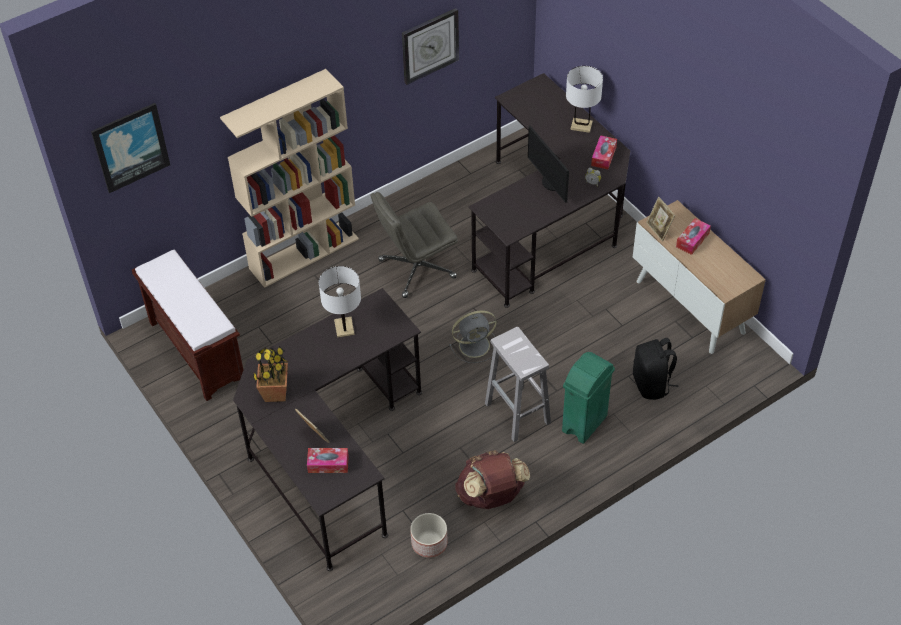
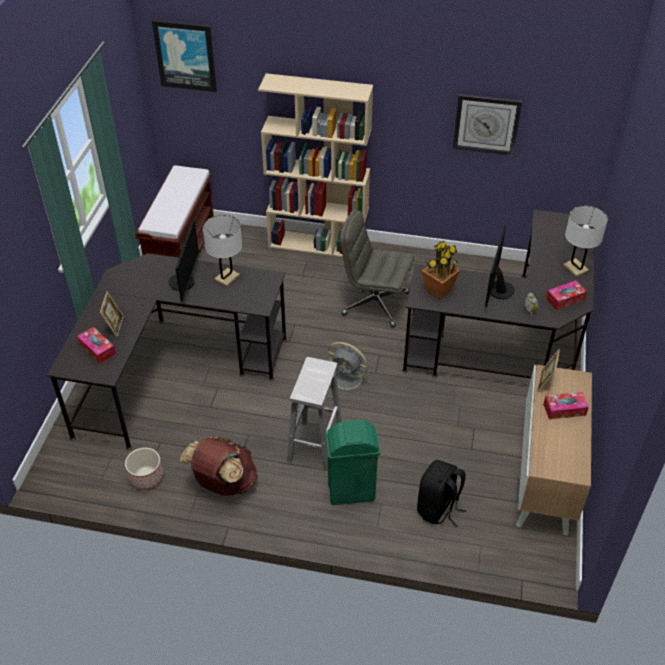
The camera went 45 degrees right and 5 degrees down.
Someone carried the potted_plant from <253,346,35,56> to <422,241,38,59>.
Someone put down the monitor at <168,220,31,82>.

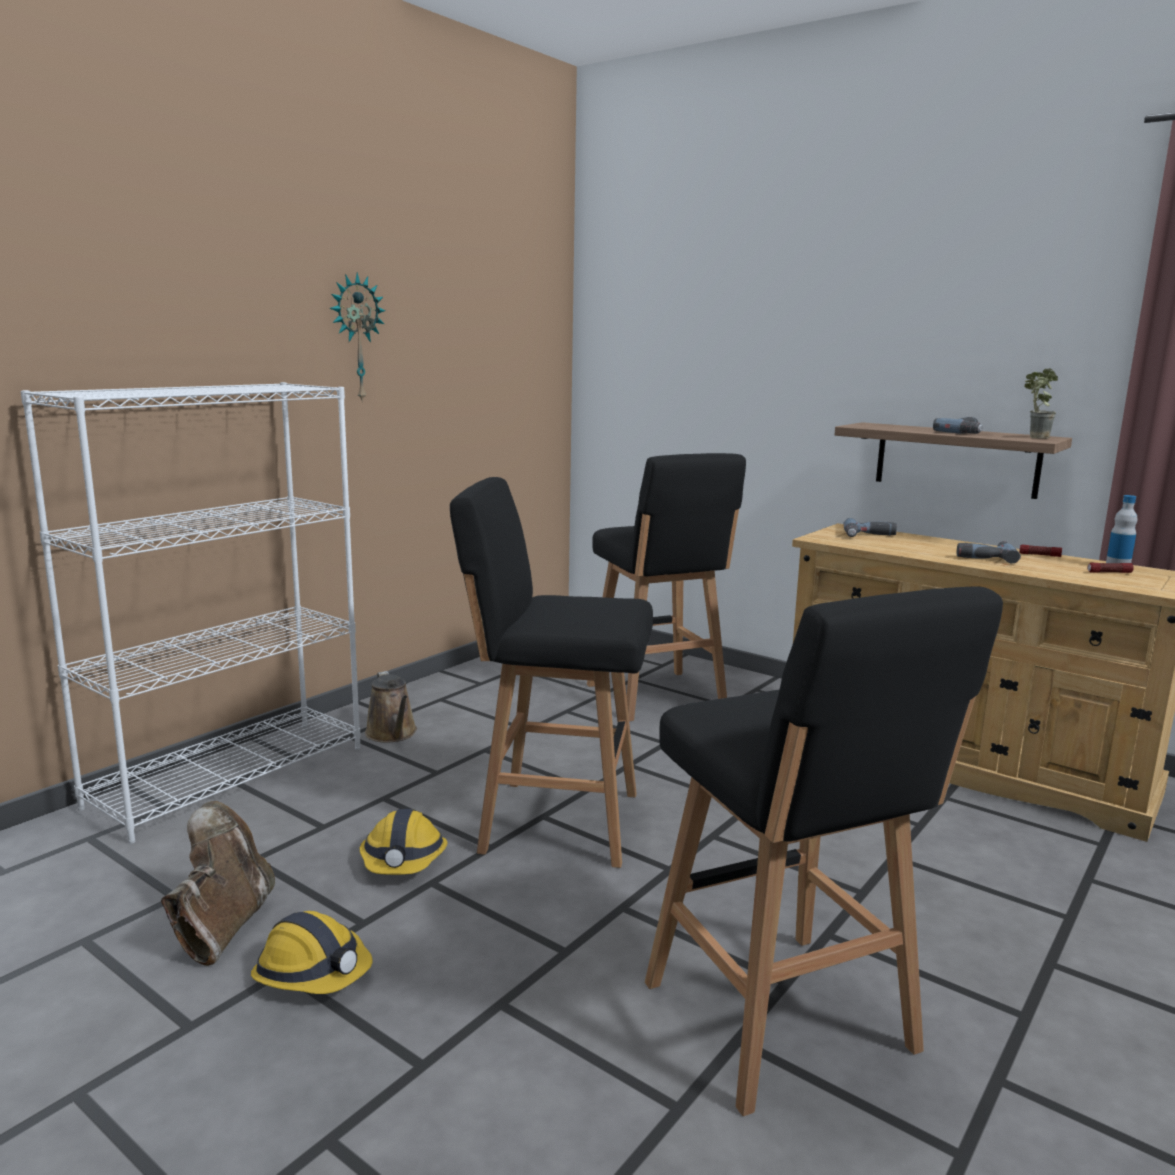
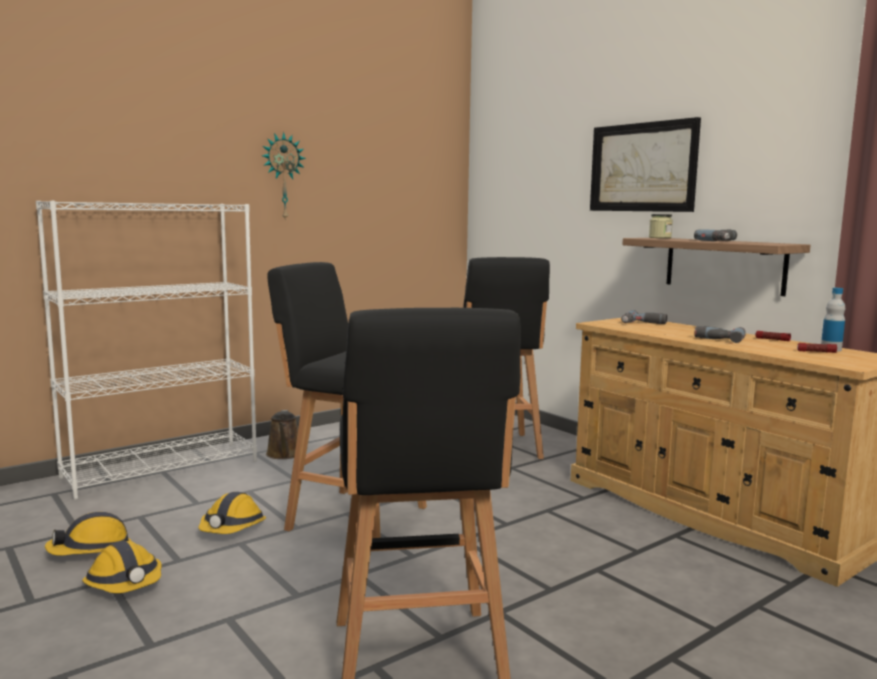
The camera went 15 degrees right and 5 degrees down.
Someone took away the potted_plant at <1024,368,34,71>.
Someone swapped the brown_boot at <161,801,114,165> for the hard_hat at <45,512,86,43>.
Someone put up the picture at <590,117,111,95>.
Someone put down the jar at <649,214,24,24>.

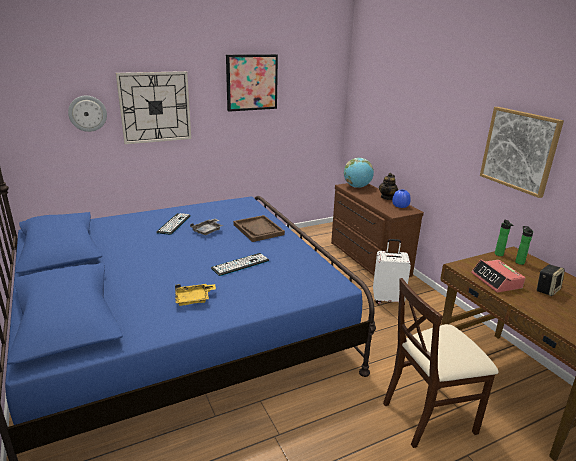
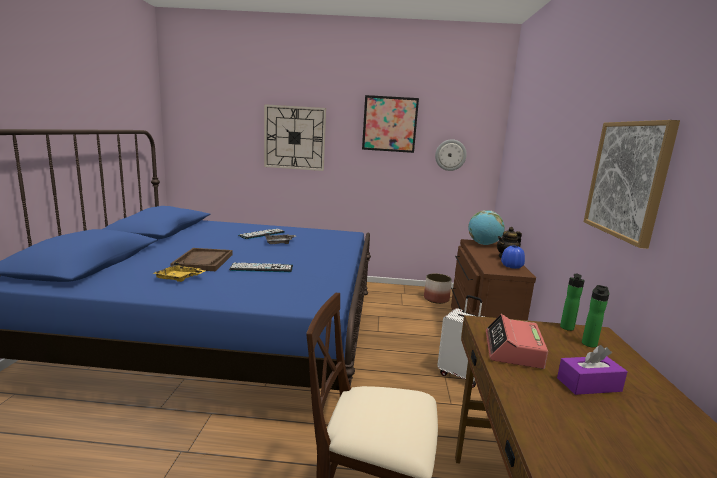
The camera went 30 degrees right and 10 degrees down.
Someone carried the clock_on_the_wall from <68,96,39,36> to <435,139,32,32>.
Someone carried the brown_carrying_tray from <233,215,52,27> to <170,248,63,23>.
Someone swapped the speaker at <536,264,29,32> for the purple_box_of_tissues at <557,345,71,50>.
Someone put down the planter at <424,273,28,31>.

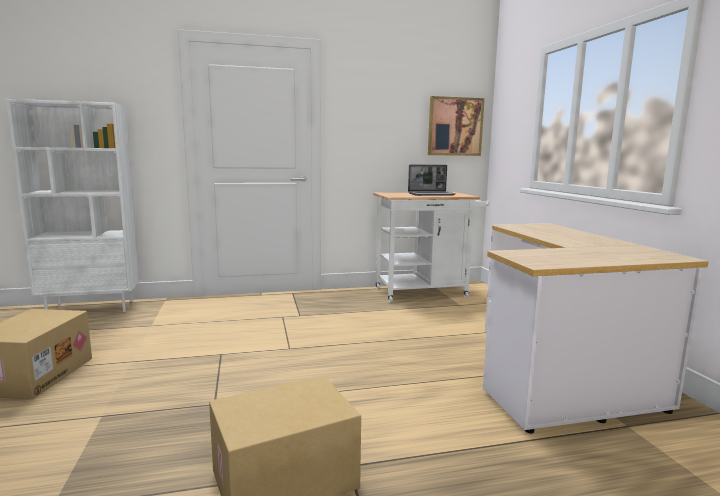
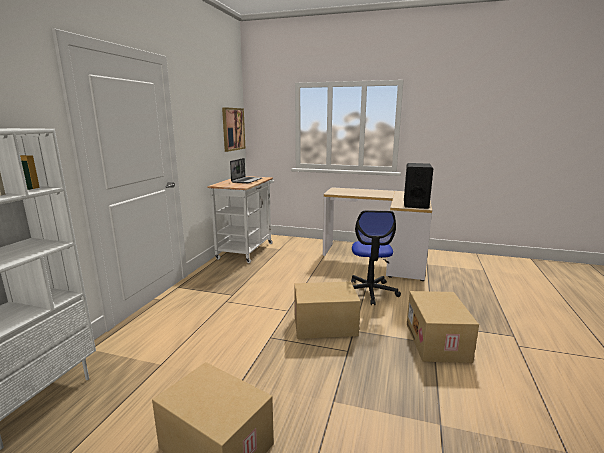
The camera went 60 degrees left and 5 degrees up.
Someone put down the blackish_speaker at <404,163,29,46>.
Someone put down the computer_chair at <351,210,50,95>.
Someone put down the packing_box at <294,281,66,58>.

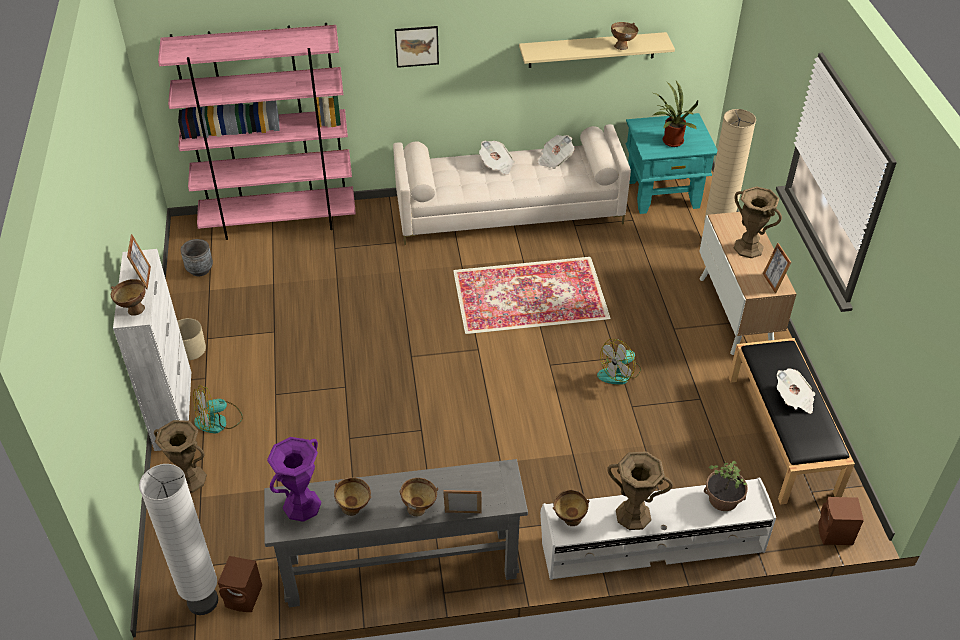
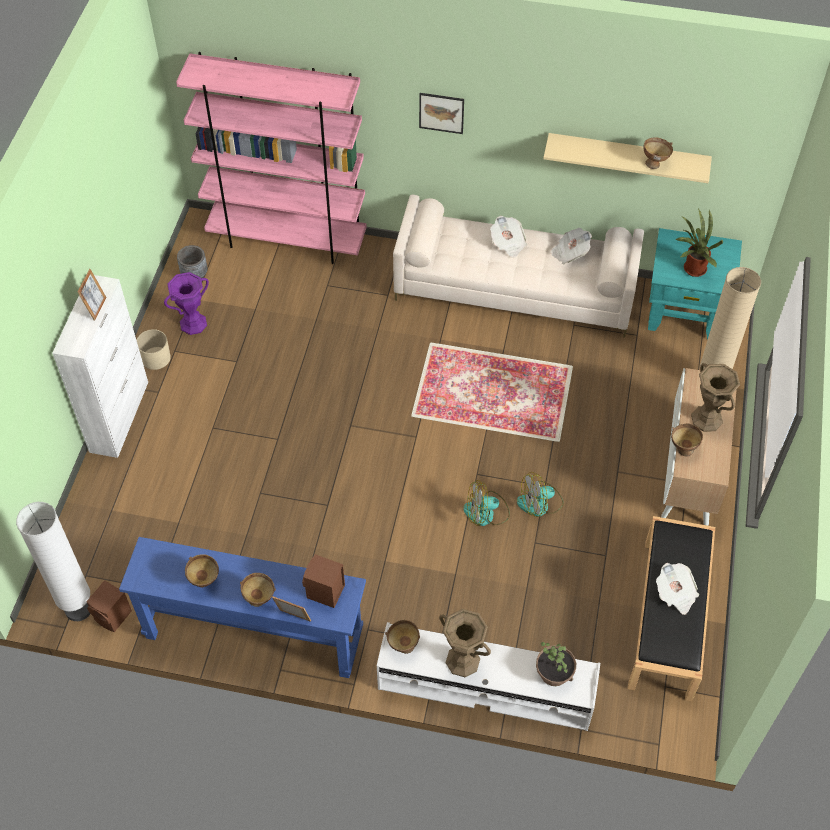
The camera went 20 degrees right and 10 degrees up.
Someone took away the standing_frame at <763,243,28,50>.
Someone carried the brown_bowl from <111,279,34,37> to <671,424,32,33>.
Someone carried the fan from <193,385,50,49> to <464,480,46,46>.
Someone took away the brown_flower_vase at <154,420,53,72>.
Someone carried the purple_flower_vase from <267,437,54,85> to <164,272,45,63>.
Someone repainted the grey_console_table at <264,459,264,148>, which became the blue_console_table at <119,537,247,141>.
Someone carried the brown_speaker from <818,497,46,48> to <302,554,43,54>.

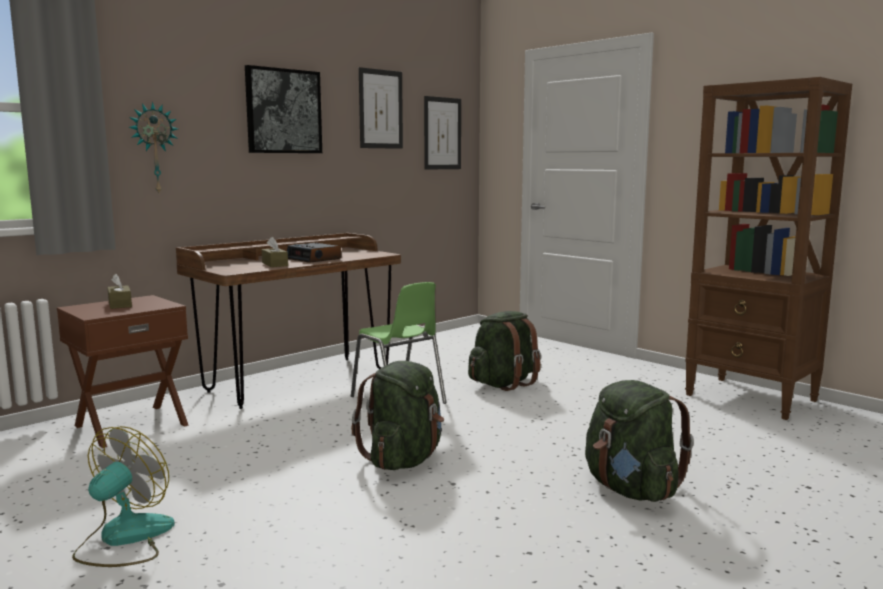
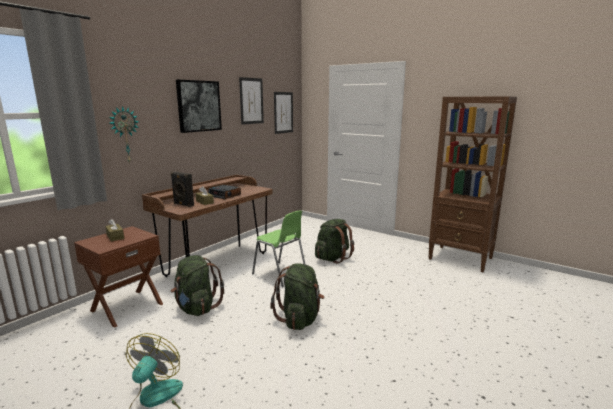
The camera went 10 degrees left and 5 degrees up.
Someone carried the greenish_knapsack from <585,380,109,122> to <171,255,53,61>.
Someone put down the blackish_speaker at <171,172,23,35>.

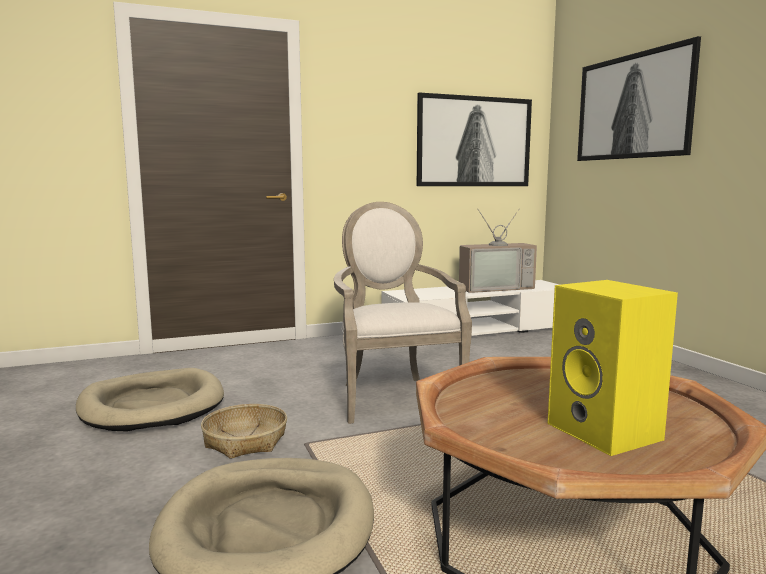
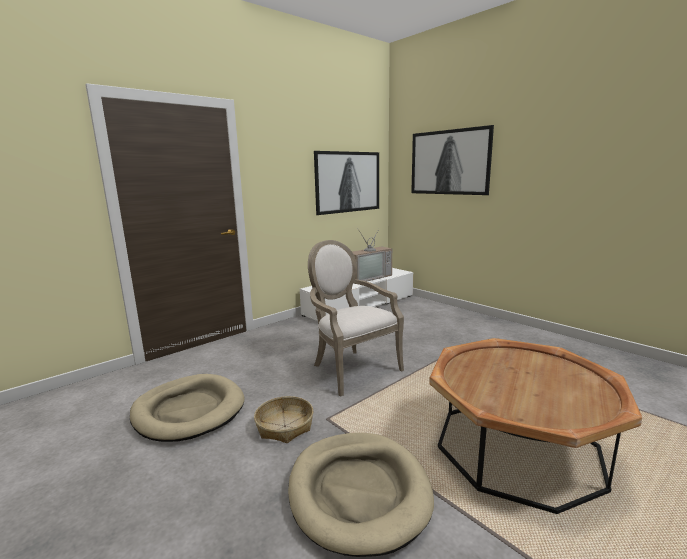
The camera went 20 degrees left and 5 degrees up.
Someone took away the yellow_speaker at <548,280,130,176>.

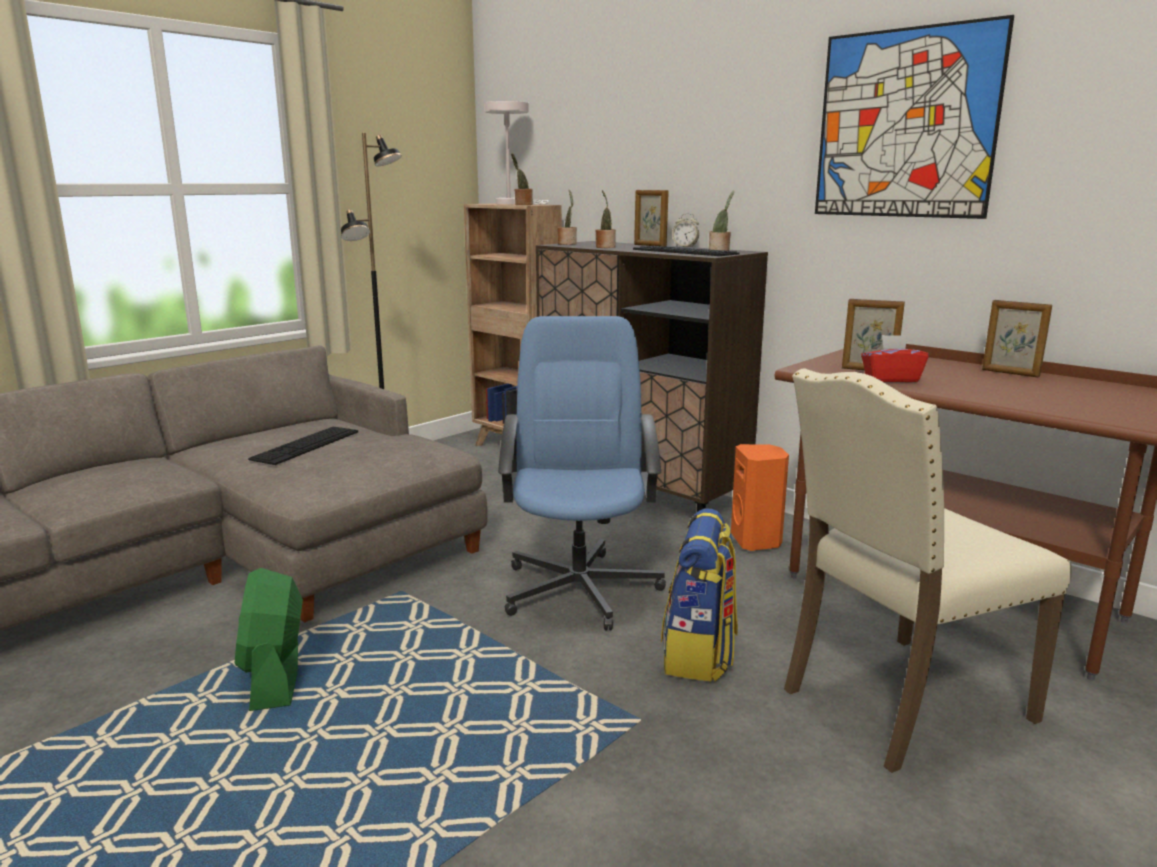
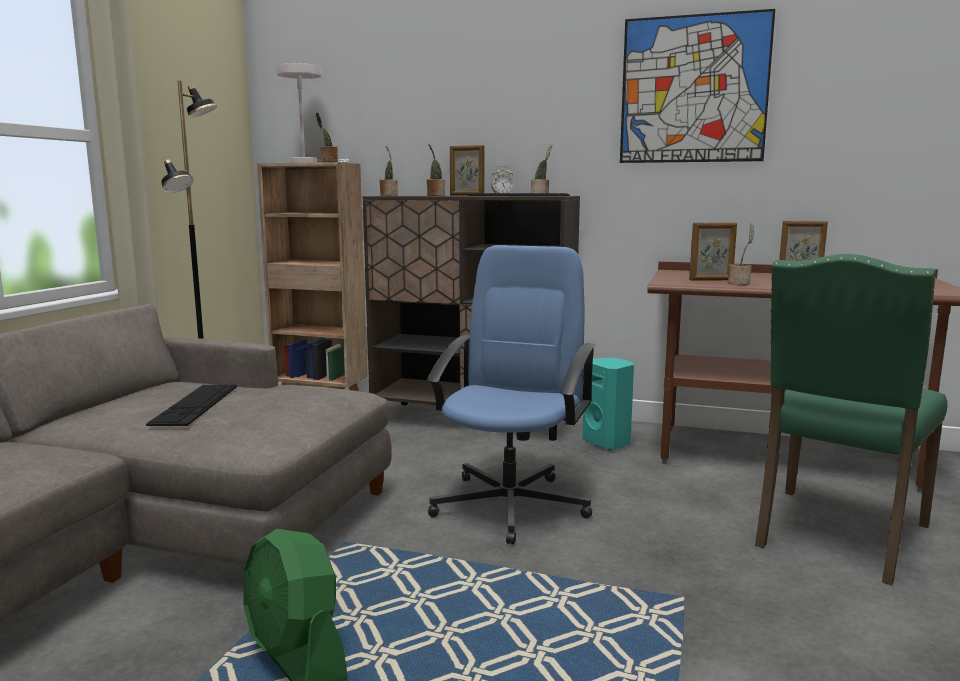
The camera went 25 degrees left and 5 degrees down.
Someone rotated the blue_computer_chair at <498,316,168,315> by 45 degrees clockwise.
Someone swapped the reddish_box_of_tissues at <861,335,68,47> for the potted_plant at <728,224,26,61>.
Someone repainted the beige-coloured_chair at <784,368,288,405>, which became the greenish_chair at <755,254,193,331>.
Someone repainted the orange_speaker at <731,444,58,107>, which became the turquoise-coloured_speaker at <582,357,52,93>.
Someone took away the knapsack at <661,508,77,174>.

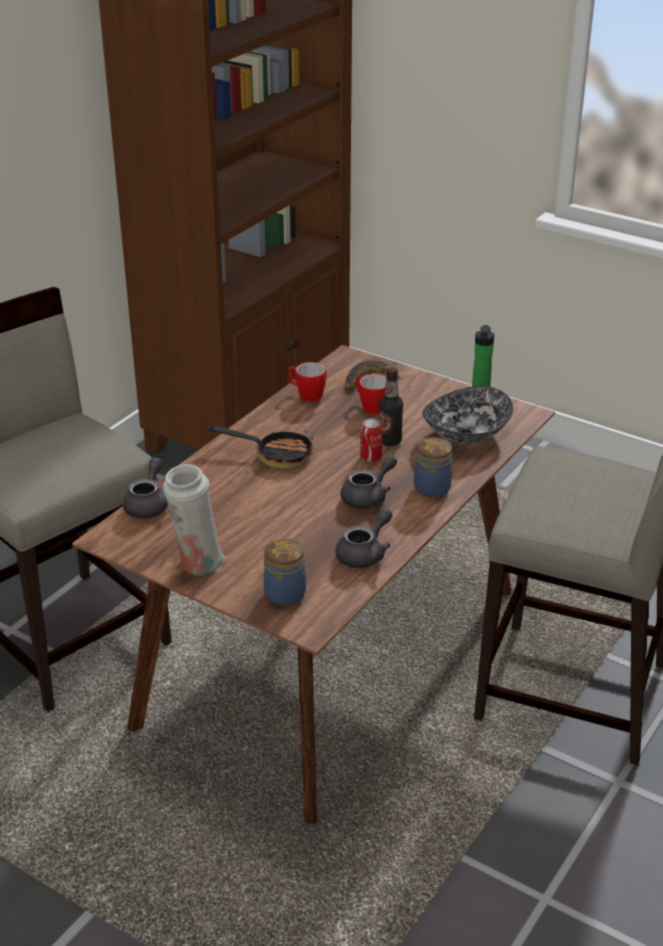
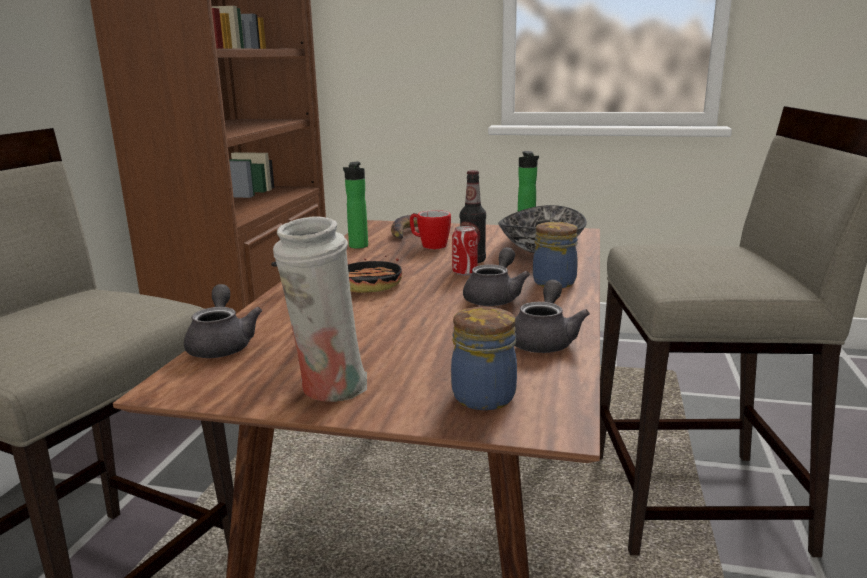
The camera went 20 degrees left and 15 degrees down.
Someone swapped the tea_mug at <288,362,39,40> for the drink_bottle at <343,162,25,87>.

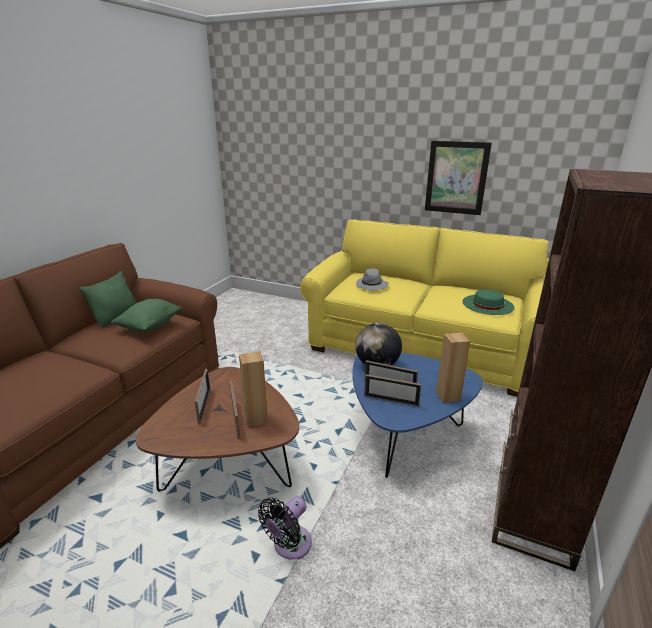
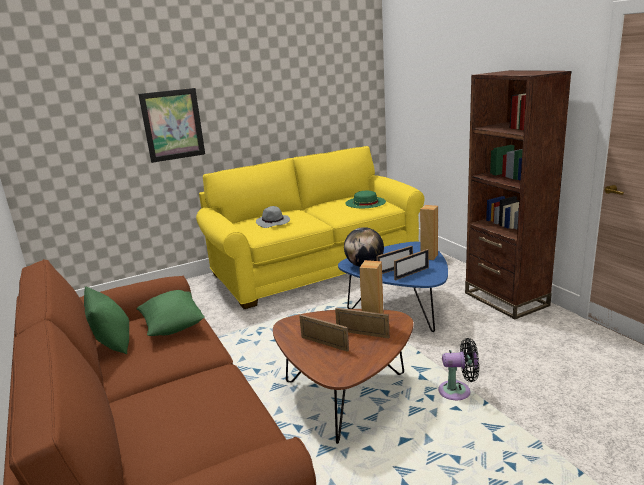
The camera went 50 degrees left and 5 degrees down.
Someone carried the picture from <425,141,67,74> to <138,88,67,75>.
Someone rotated the blackish_fan at <258,496,54,64> by 75 degrees counterclockwise.

